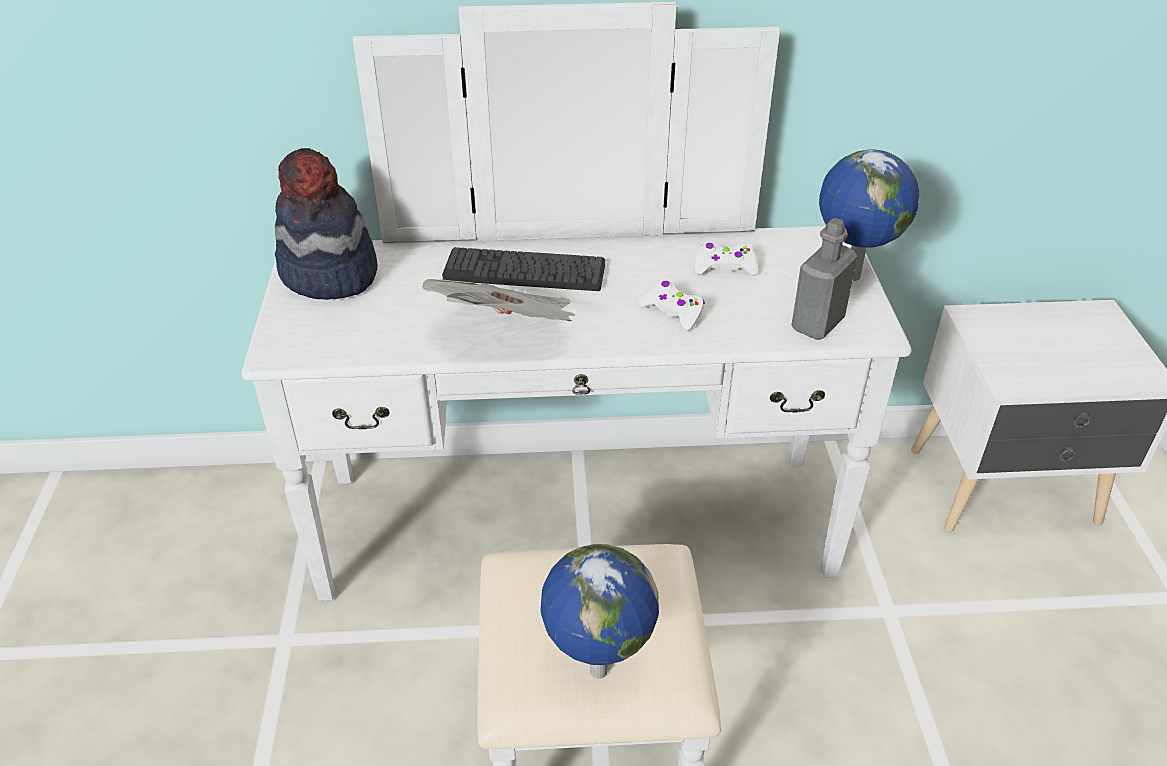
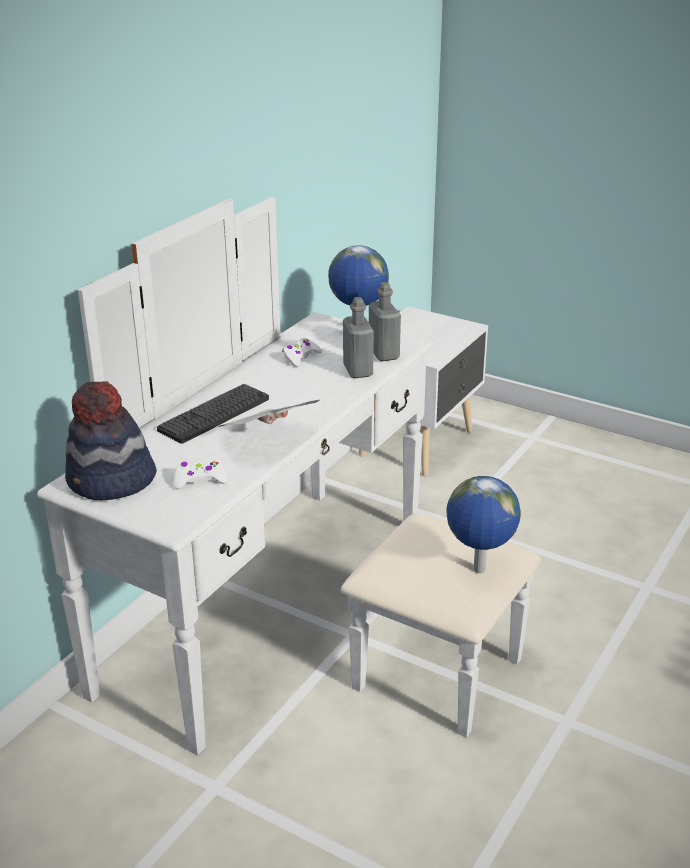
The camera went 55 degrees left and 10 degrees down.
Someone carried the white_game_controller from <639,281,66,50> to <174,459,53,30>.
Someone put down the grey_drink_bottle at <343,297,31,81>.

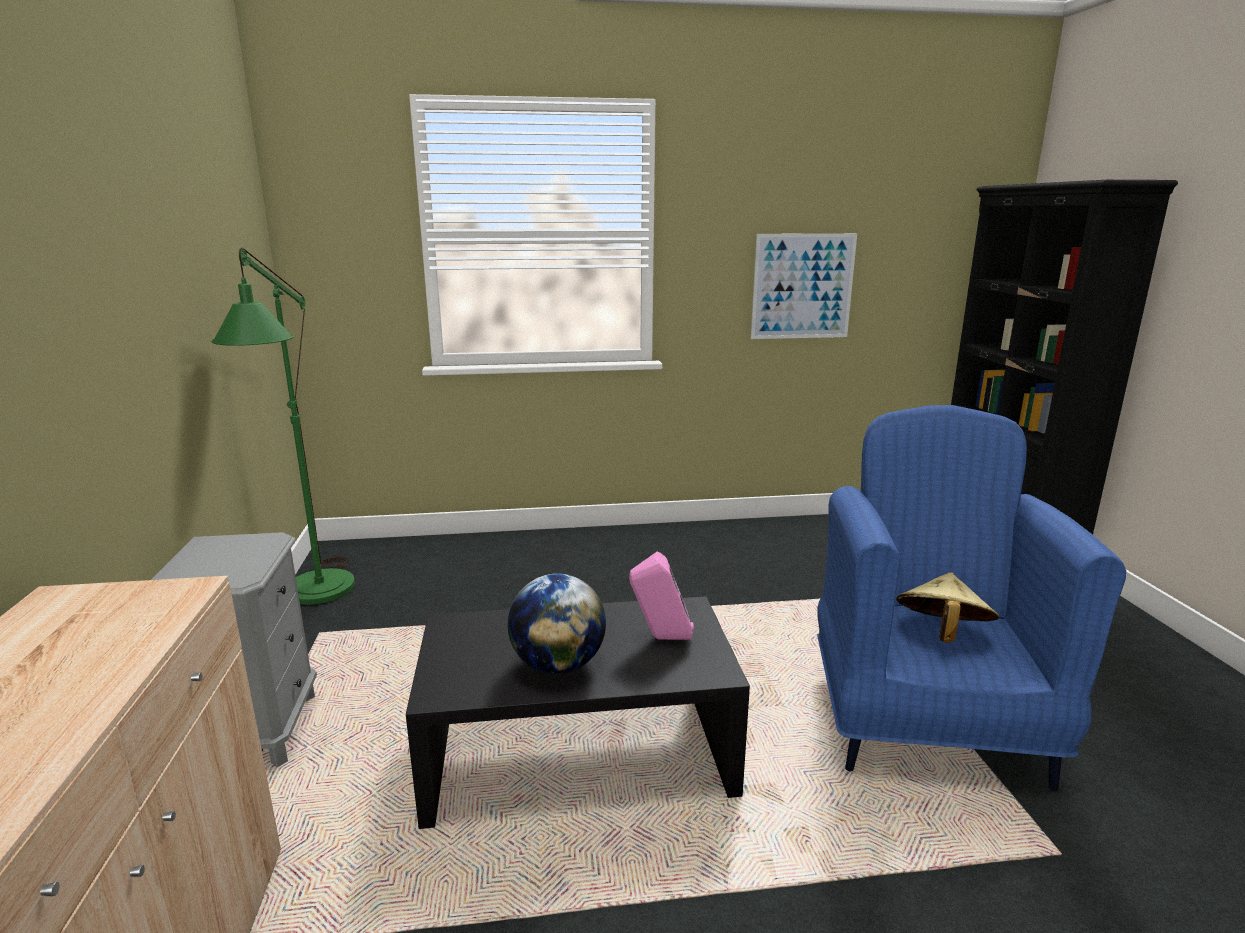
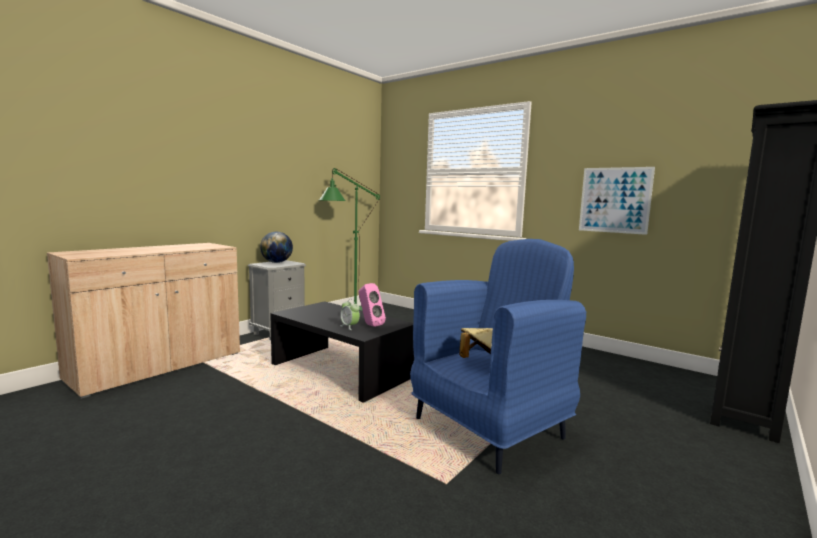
The camera went 45 degrees right and 10 degrees down.
Someone carried the world_globe from <508,573,98,101> to <260,232,33,31>.
Someone put down the alarm_clock at <340,299,20,31>.

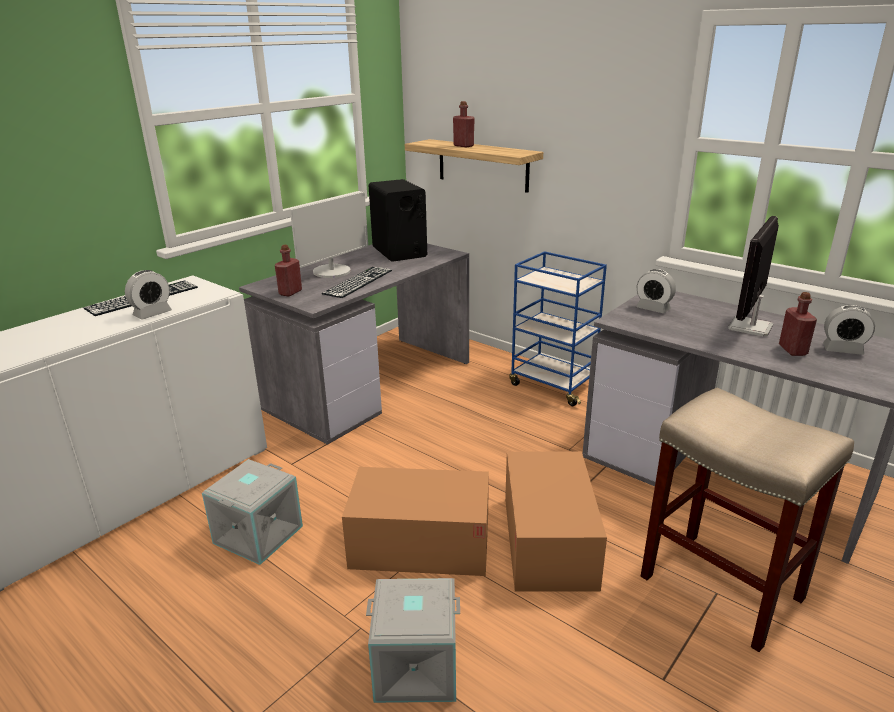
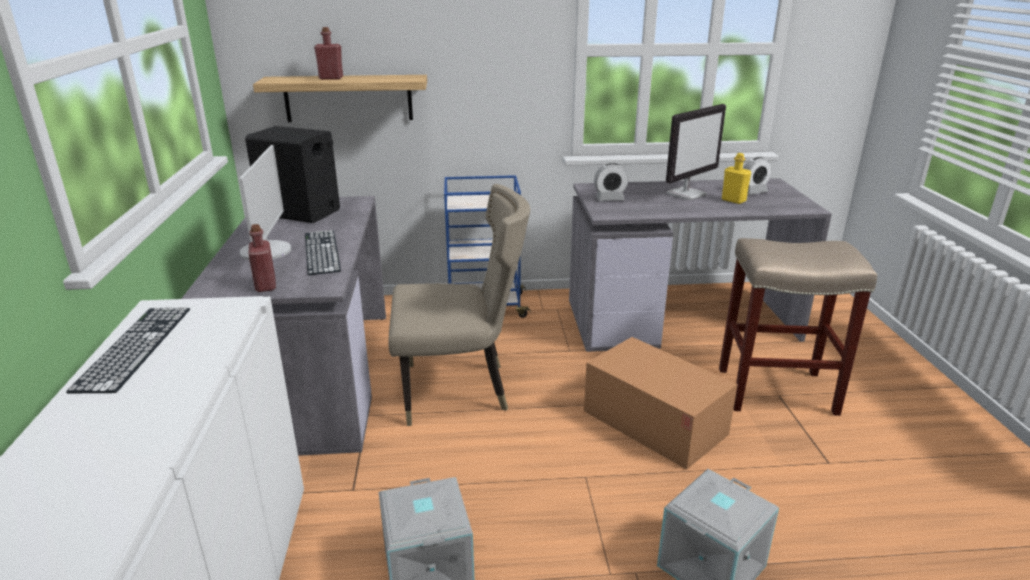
The camera went 45 degrees left and 0 degrees up.
Someone rotated the monitor at <728,216,51,121> by 120 degrees counterclockwise.
Someone took away the alarm_clock at <125,270,47,50>.
Someone repainted the reddish_drink_bottle at <779,292,38,64>, which became the yellow_drink_bottle at <722,153,29,51>.
Someone took away the packing_box at <342,467,147,109>.
Someone put down the beige-coloured_chair at <388,184,142,242>.

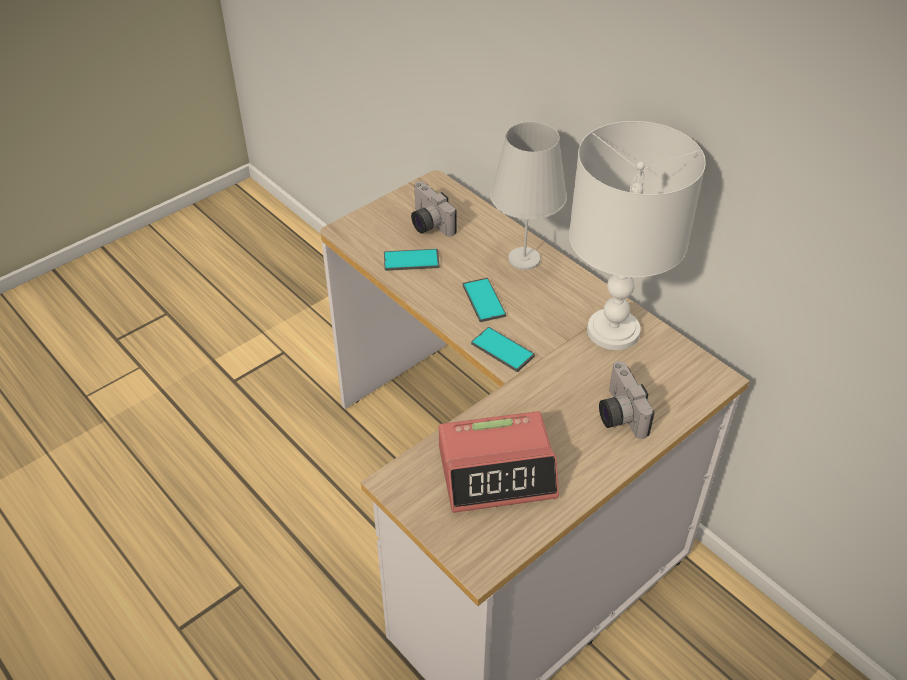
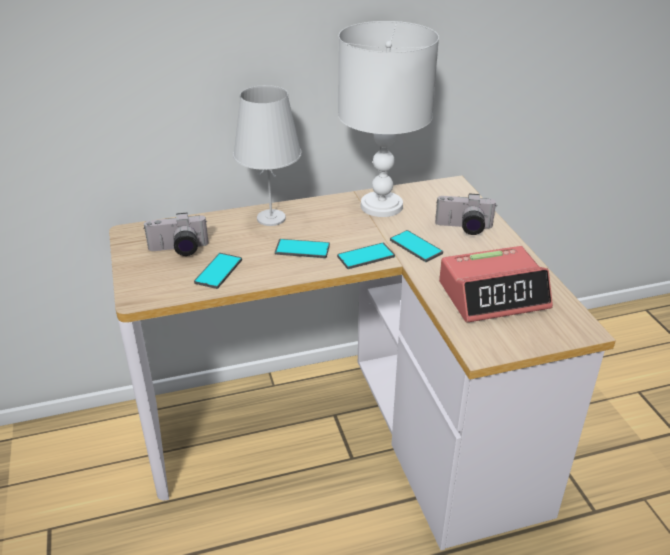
The camera went 65 degrees left and 10 degrees down.
Someone rotated the alarm_clock at <439,411,120,102> by 60 degrees clockwise.
Someone put down the phone at <390,230,53,32>.

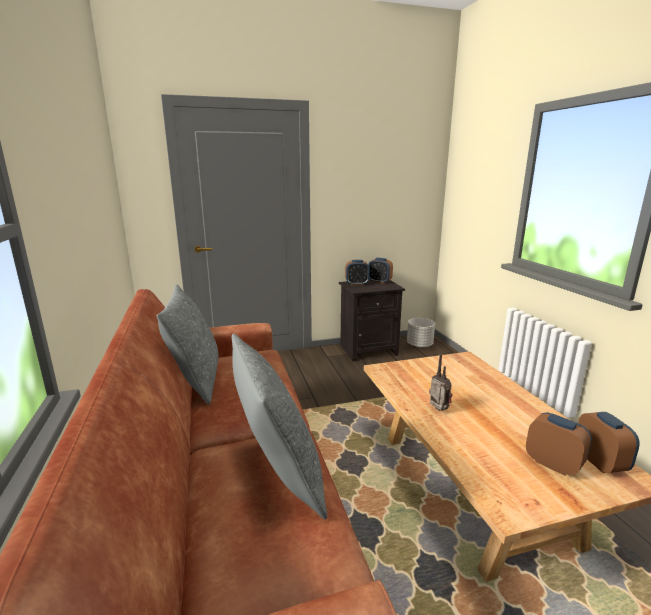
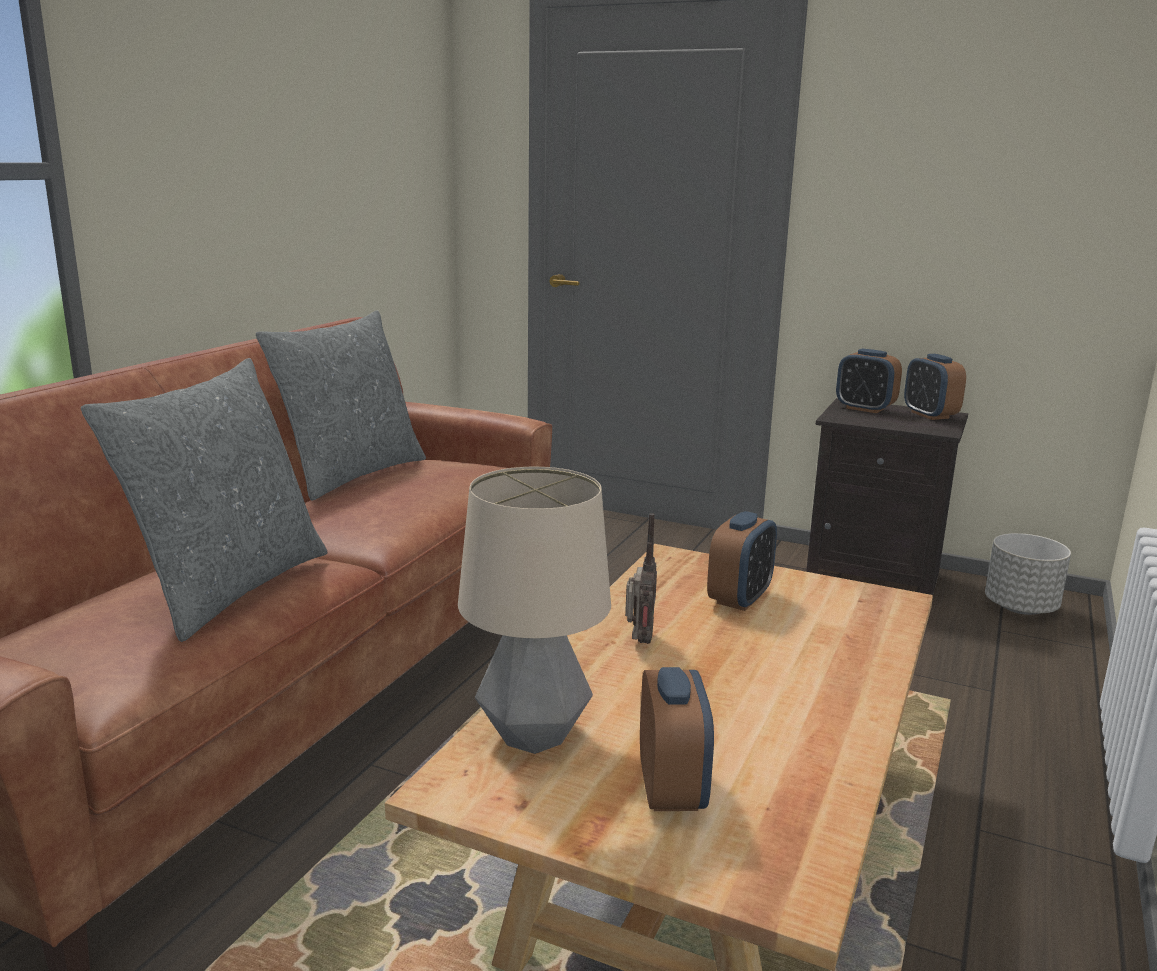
The camera went 40 degrees right and 0 degrees up.
Someone carried the alarm_clock from <578,412,62,61> to <707,511,70,100>.
Someone put down the tabletop_lamp at <458,467,153,287>.

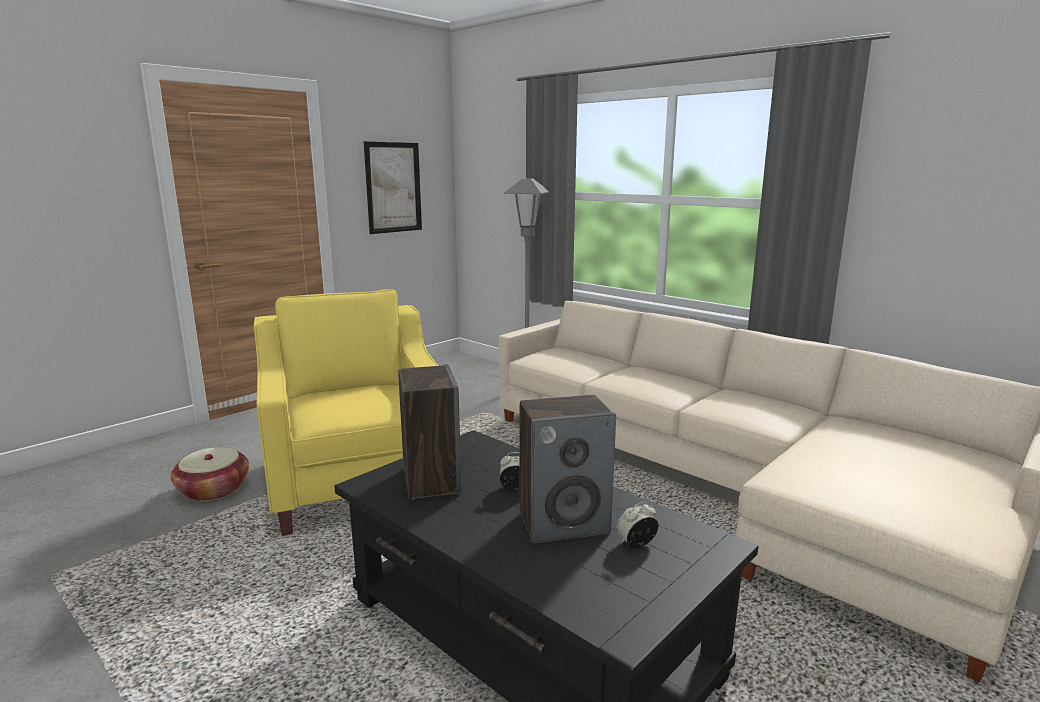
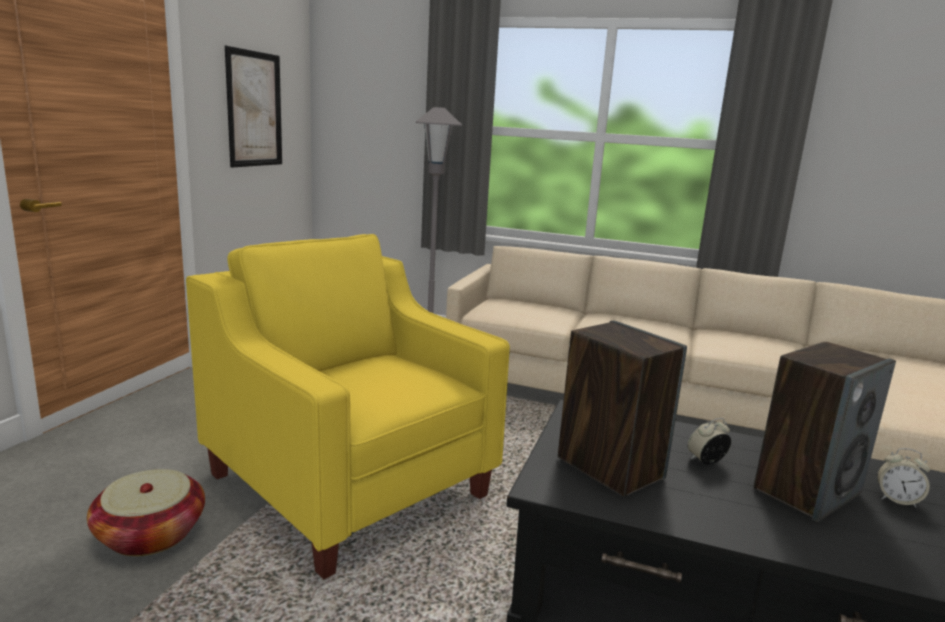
The camera went 25 degrees left and 0 degrees up.
Someone rotated the alarm_clock at <617,502,42,46> by 105 degrees counterclockwise.

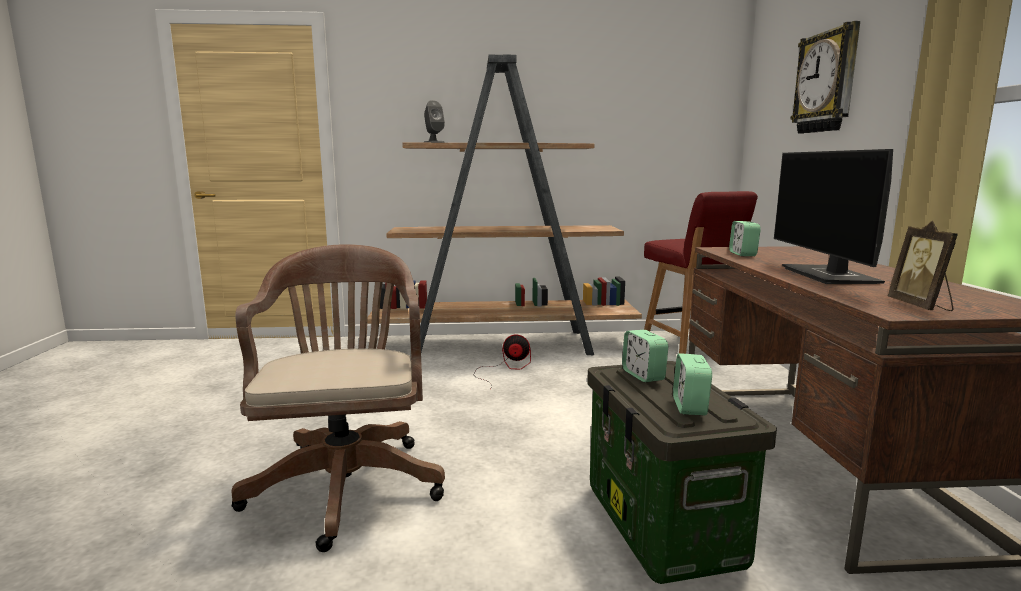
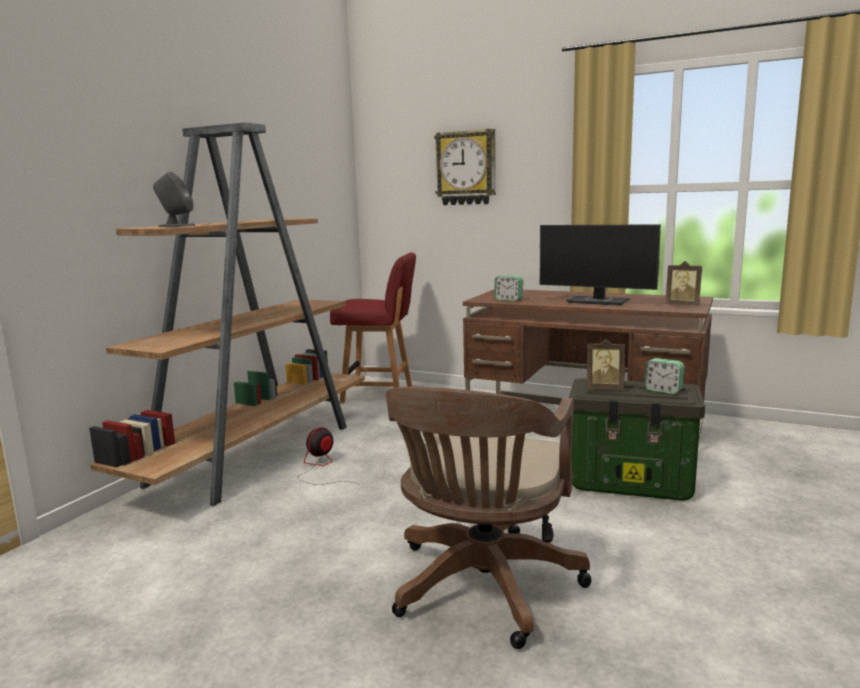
The camera went 60 degrees left and 0 degrees up.
Someone rotated the brown_computer_chair at <232,244,213,308> by 90 degrees counterclockwise.
Someone swapped the alarm_clock at <622,330,46,52> for the standing_frame at <587,339,38,50>.

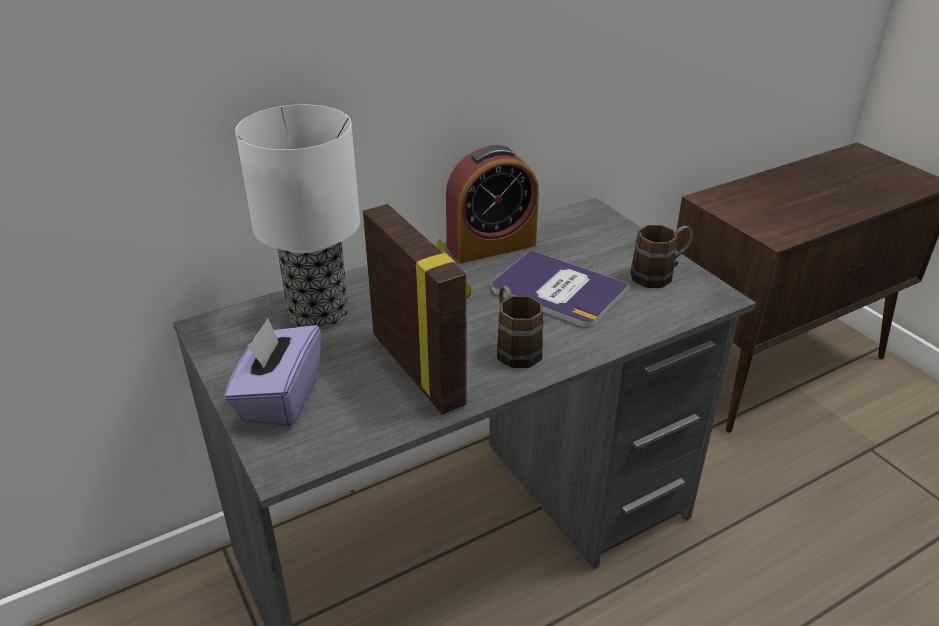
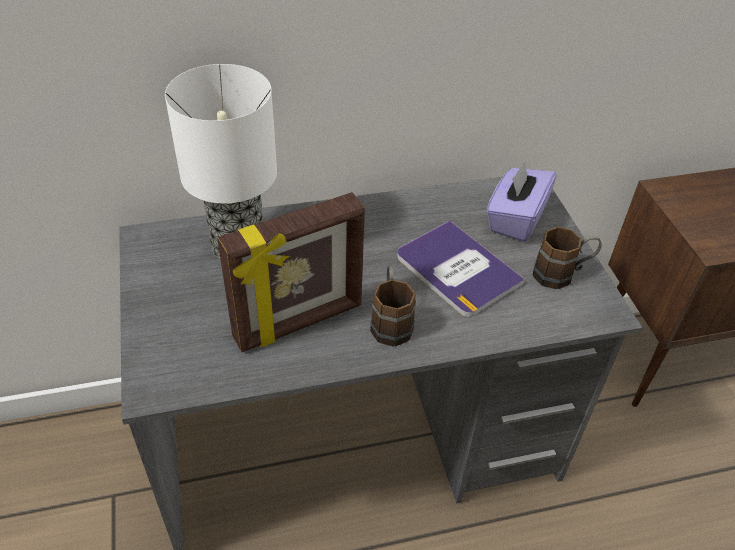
The camera went 15 degrees right and 10 degrees up.
Someone took away the alarm_clock at <446,145,93,118>.
Someone rotated the standing_frame at <363,204,108,211> by 75 degrees clockwise.
Someone carried the purple_box_of_tissues from <224,318,97,109> to <486,161,71,81>.

